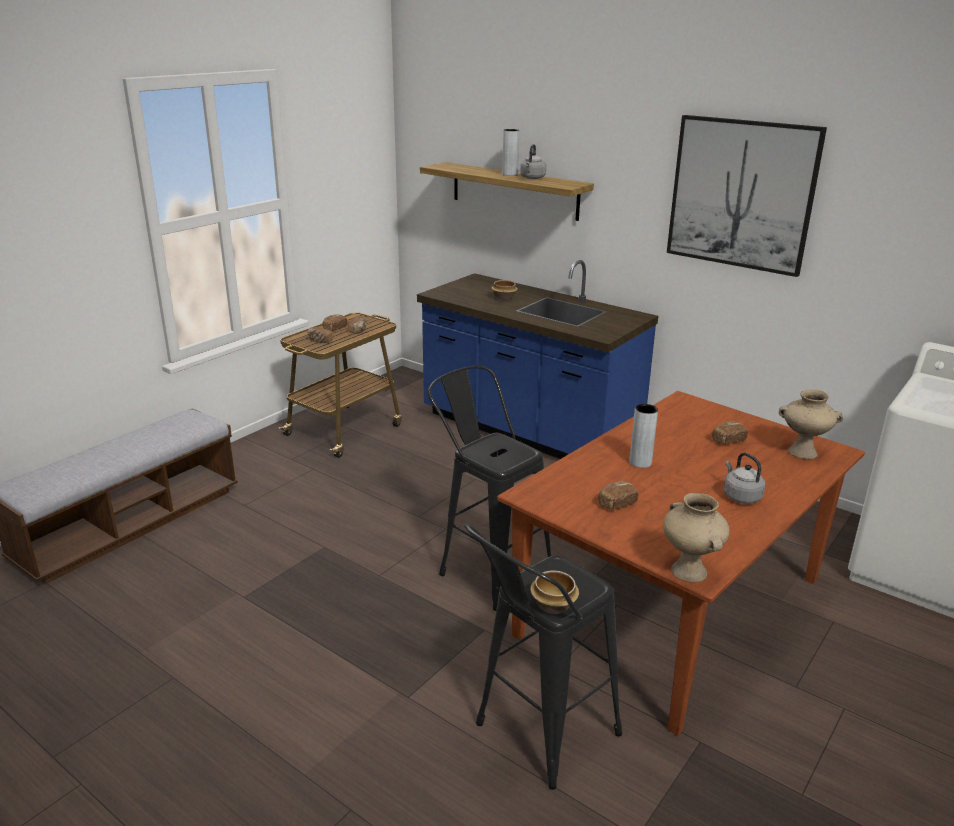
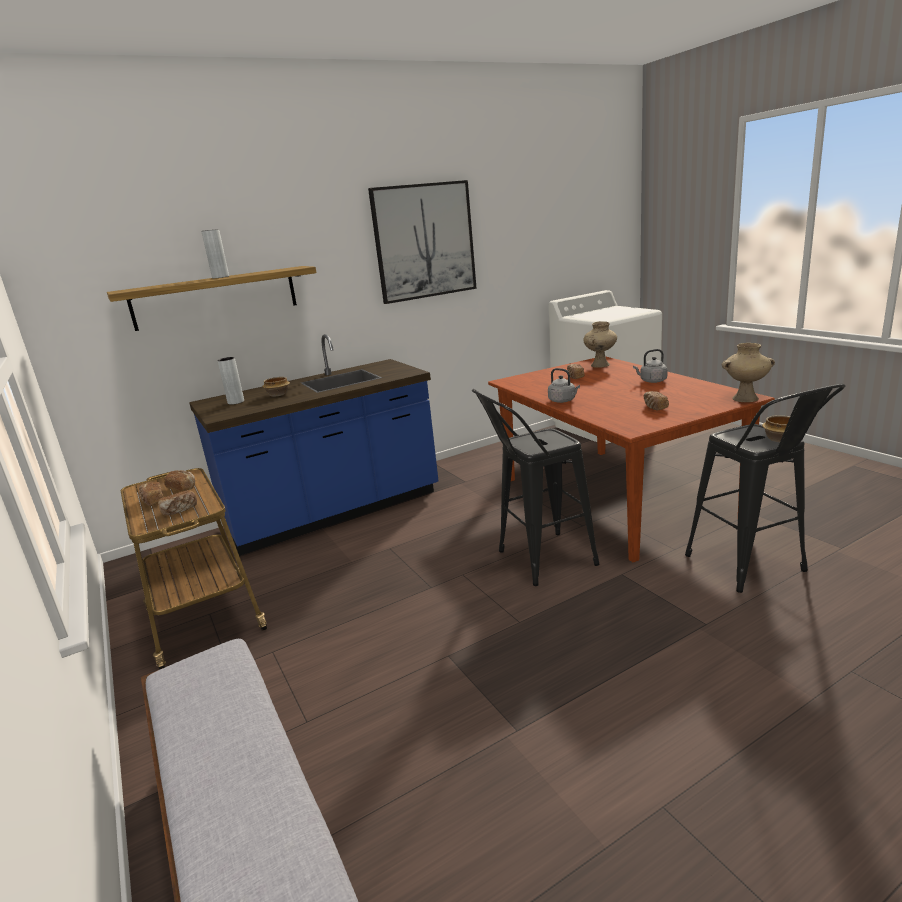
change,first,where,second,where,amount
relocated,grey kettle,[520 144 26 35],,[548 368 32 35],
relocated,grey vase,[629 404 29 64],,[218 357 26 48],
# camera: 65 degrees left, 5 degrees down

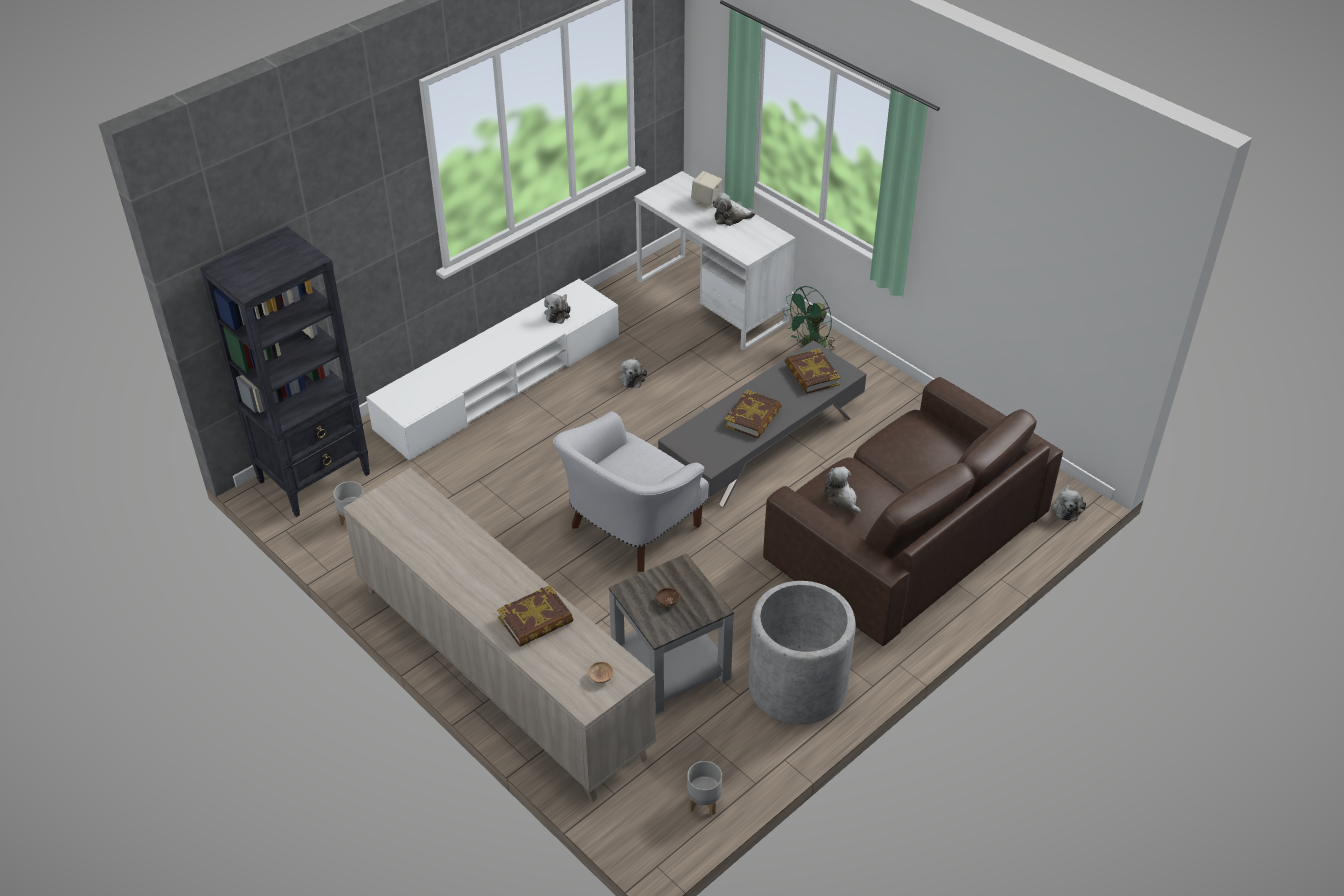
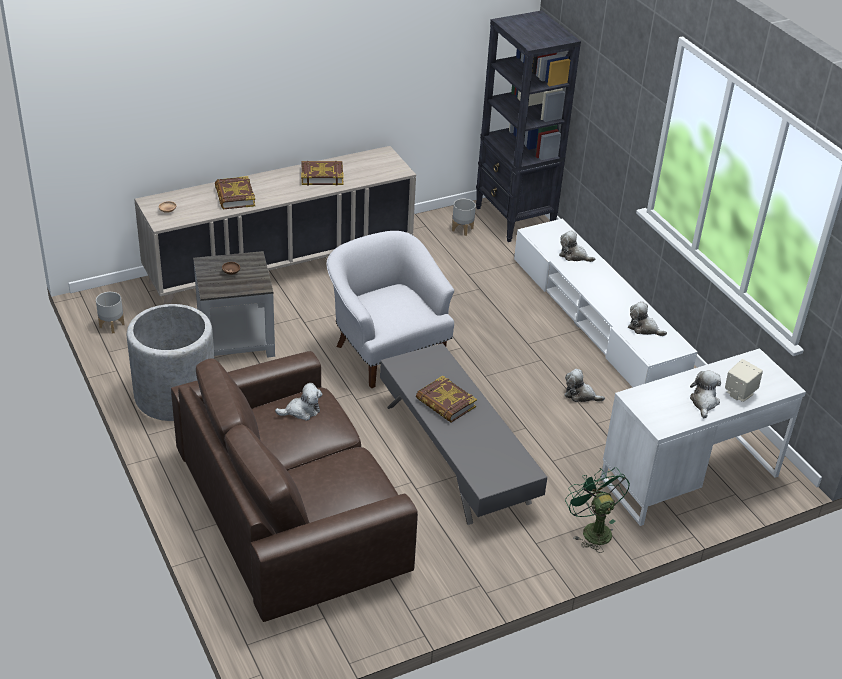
change,first,where,second,where,amount
relocated,book,[785 349 55 45],,[301 161 43 24],
relocated,plush toy,[1052 485 34 36],,[559 230 36 32],
# camera: 105 degrees right, 5 degrees down

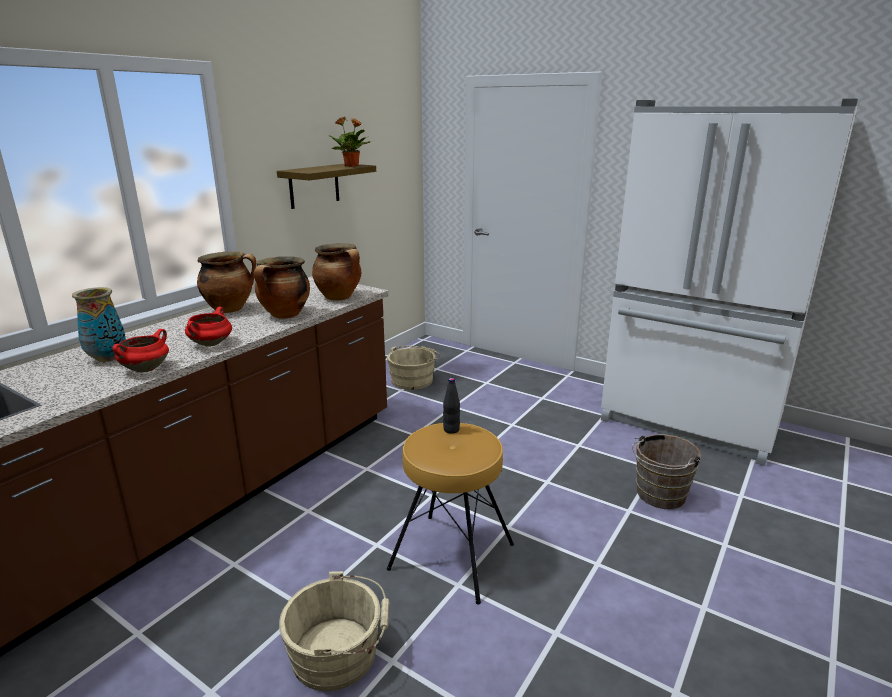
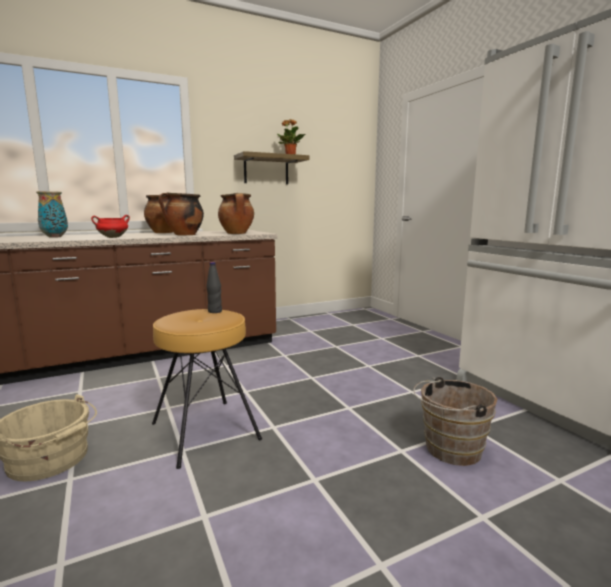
change,first,where,second,where,amount
missing,red cooking pot,[112 329 57 43],,,
missing,beige bucket,[387 345 54 45],,,
# camera: 30 degrees right, 10 degrees down

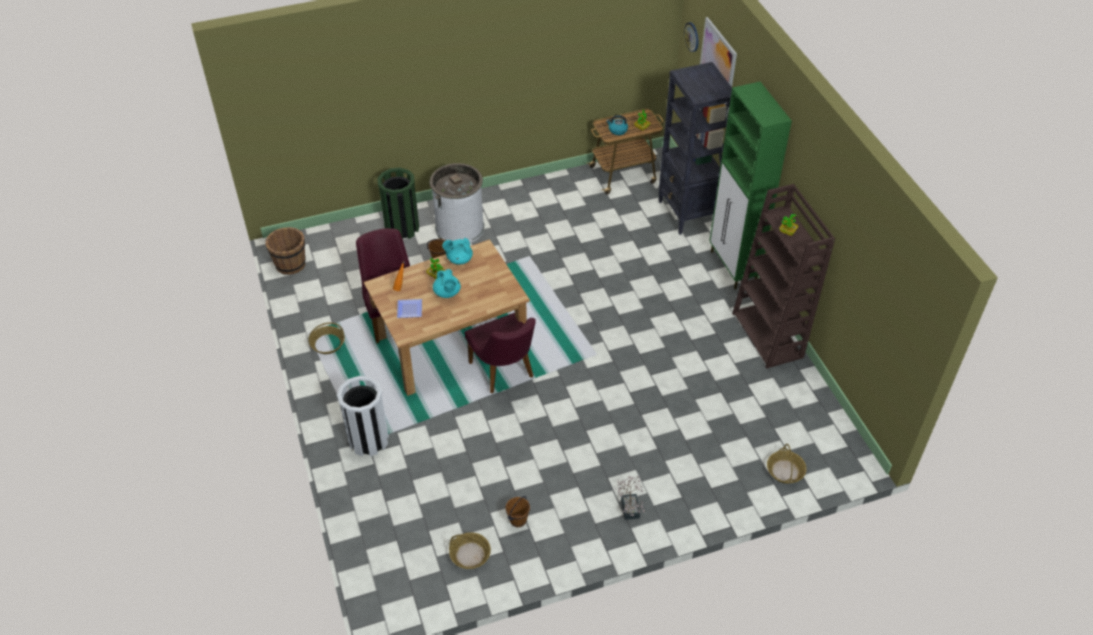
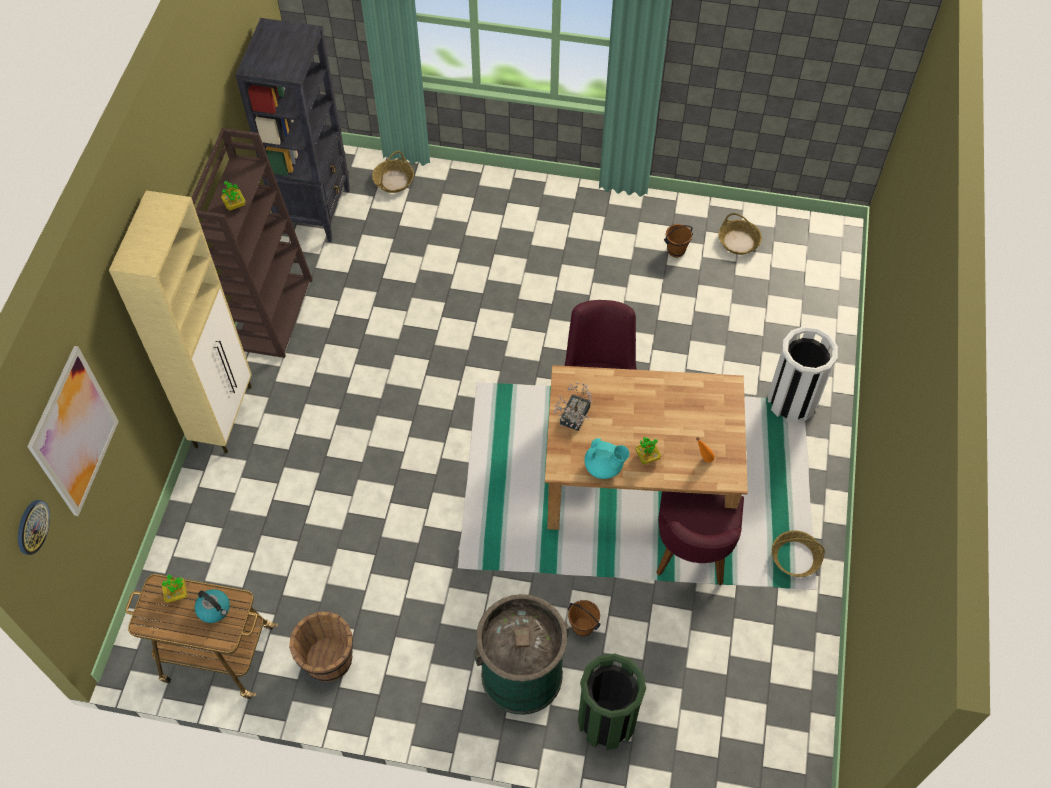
change,first,where,second,where,amount
missing,plate,[397 299 25 19],,,
missing,turquoise teapot,[433 269 28 29],,,
relocated,brown bucket,[265 227 41 48],,[289 612 64 70],
relocated,potted plant,[615 476 30 44],,[554 382 38 49],
relocated,black bookcase,[658 62 74 173],,[235 18 115 224],
colour,white trash can,[430 163 54 80],green trash can,[474 594 95 121],
colour,green cabinet,[709 82 83 207],beige cabinet,[109 190 143 263],
# camera: 150 degrees left, 10 degrees up

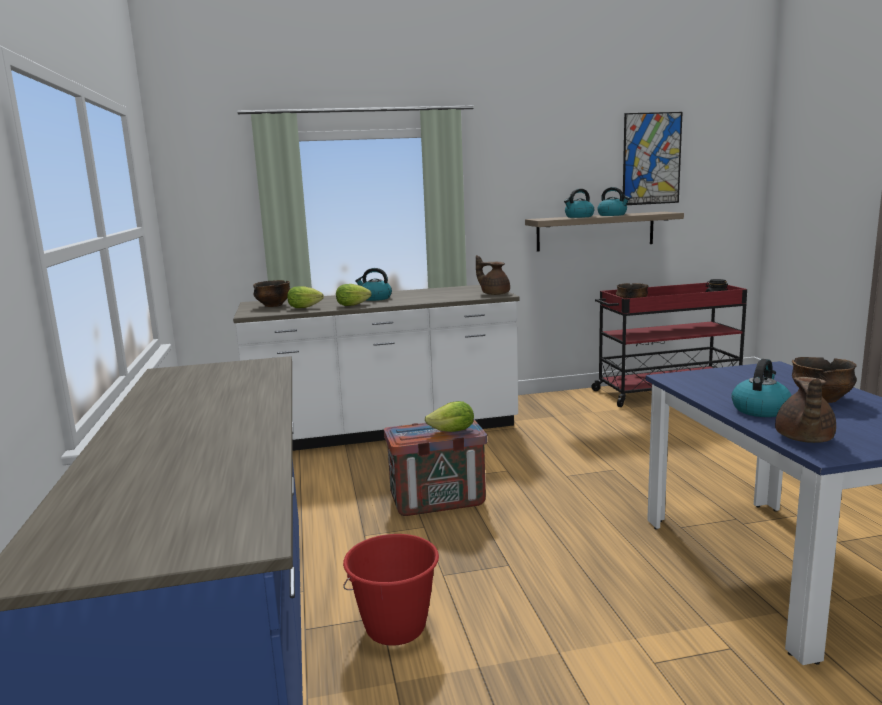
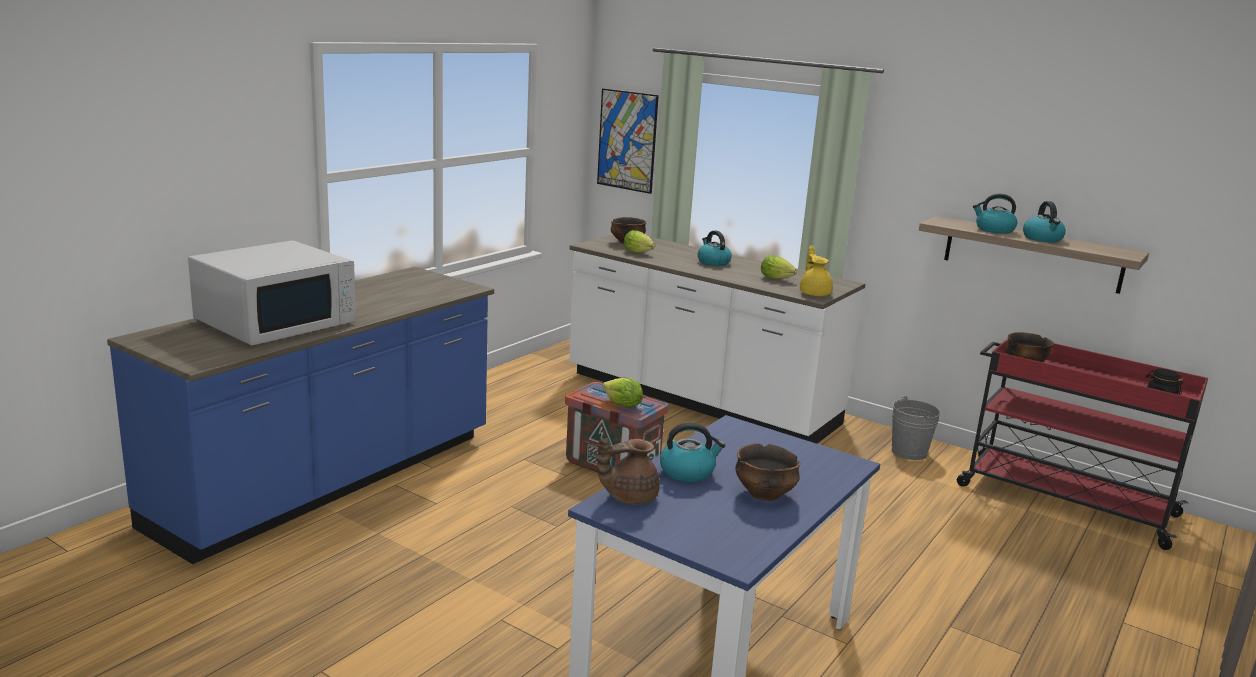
change,first,where,second,where,amount
missing,red bucket,[343 534 96 112],,,
appeared,,,white microwave,[188 240 168 105],
appeared,,,grey bucket,[892 396 49 64],
relocated,lettuce,[336 284 36 22],,[761 255 36 24],
relocated,picture,[623 112 60 93],,[597 88 62 106],
colour,brown teapot,[476 255 34 40],yellow teapot,[800 245 33 52],
# camera: 45 degrees right, 5 degrees up

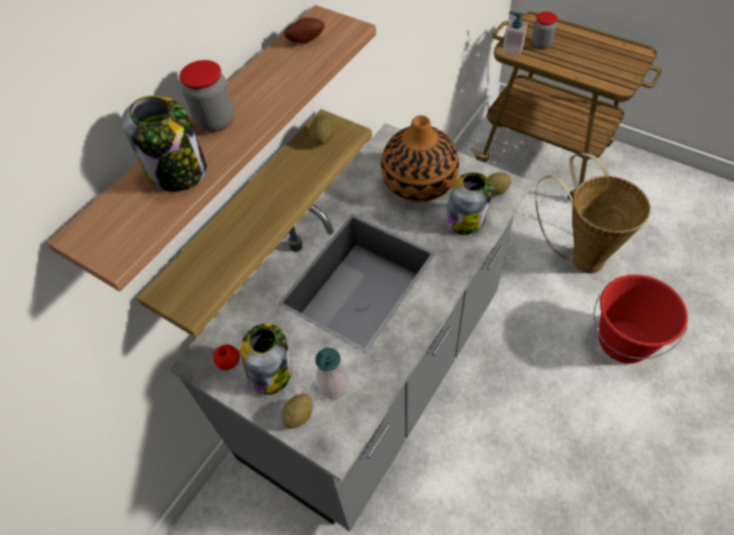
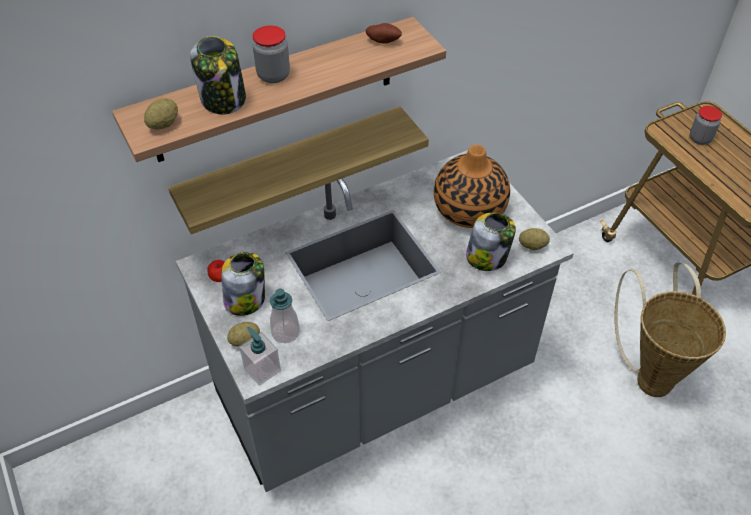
change,first,where,second,where,amount
missing,red bucket,[594 274 94 90],,,
relocated,potato,[310 115 25 29],,[144 98 34 32],
relocated,soap dispenser,[502 11 26 45],,[239 326 42 60],
# camera: 25 degrees right, 5 degrees down

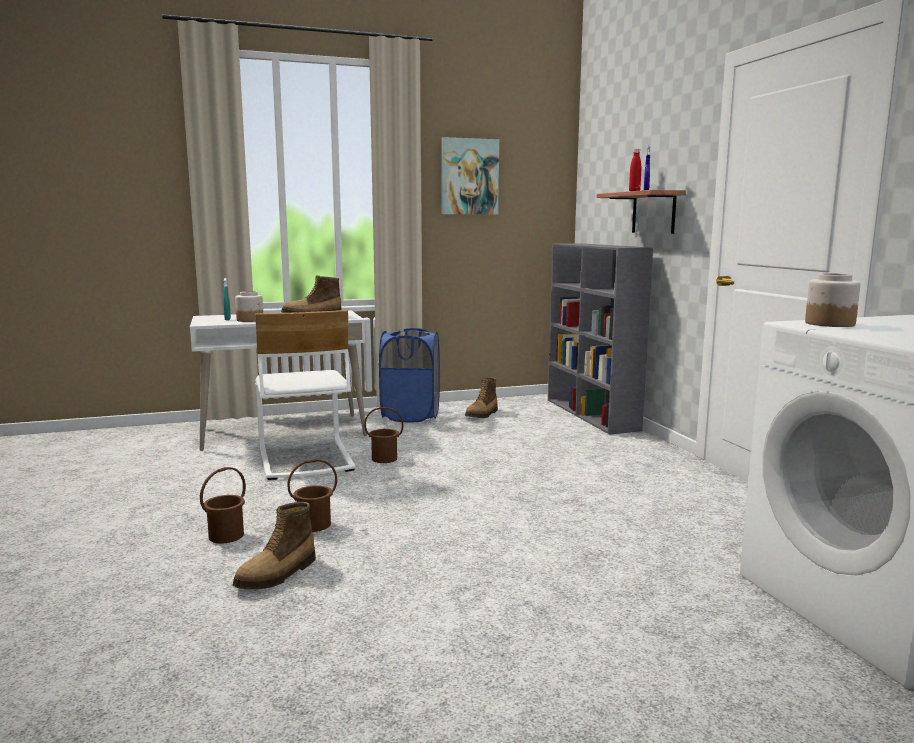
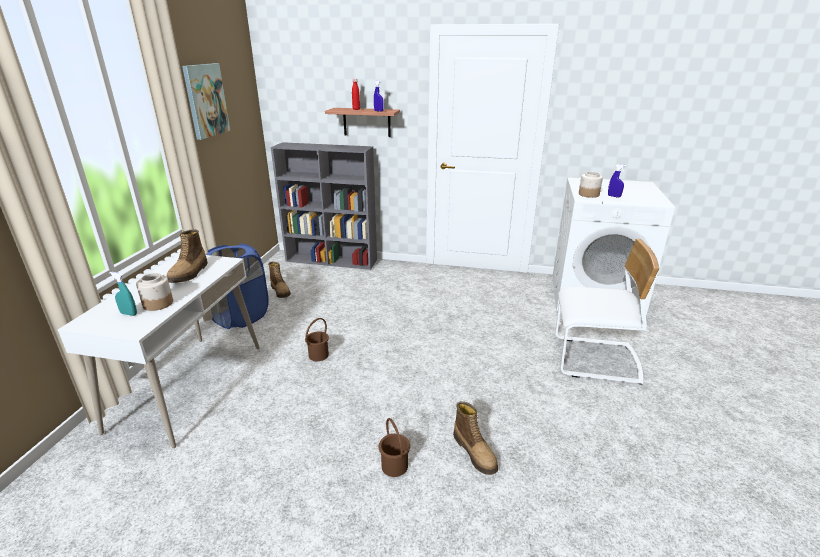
change,first,where,second,where,amount
missing,brown bucket,[287 459 50 73],,,
appeared,,,blue spray bottle,[608 164 18 33],
relocated,white chair,[255 310 100 170],,[555 239 104 146],
# camera: 60 degrees left, 15 degrees up

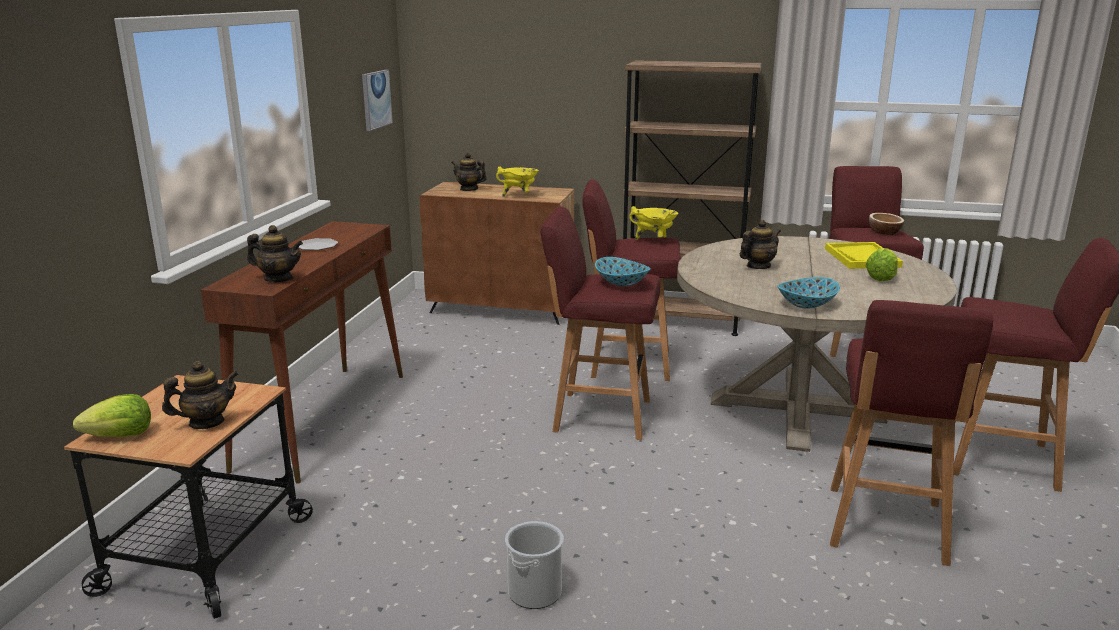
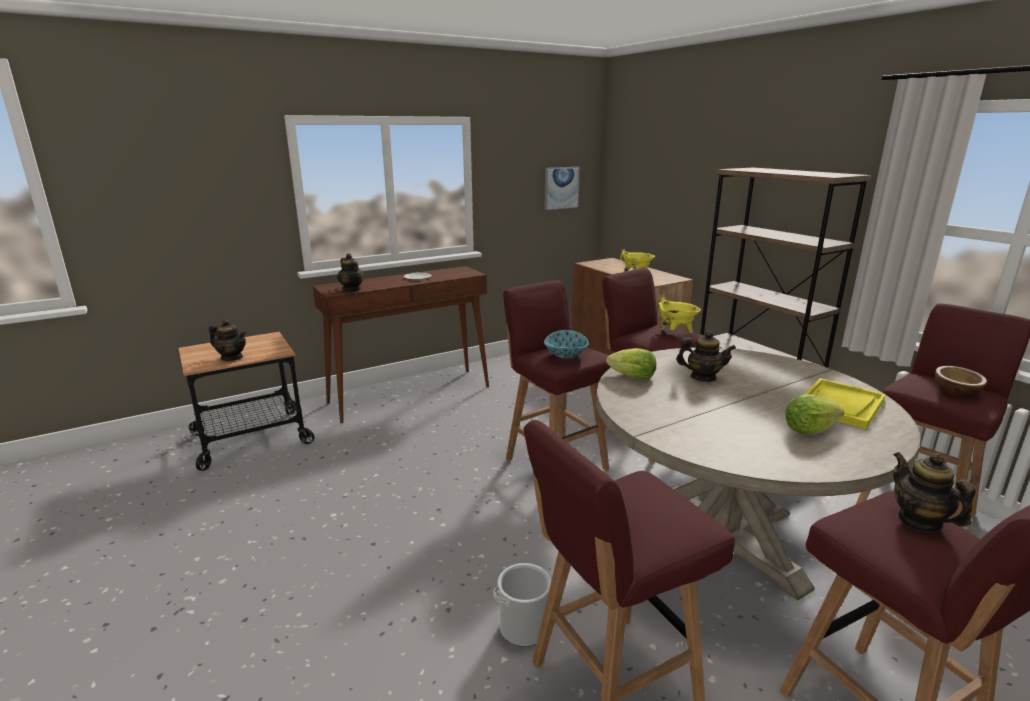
change,first,where,second,where,amount
missing,bowl,[777 277 63 32],,,
relocated,lettuce,[73 394 78 43],,[606 348 50 32],
relocated,teapot,[451 153 36 38],,[893 452 83 80],
relocated,bucket,[505 521 59 88],,[494 563 58 84],
# camera: 45 degrees right, 0 degrees up

